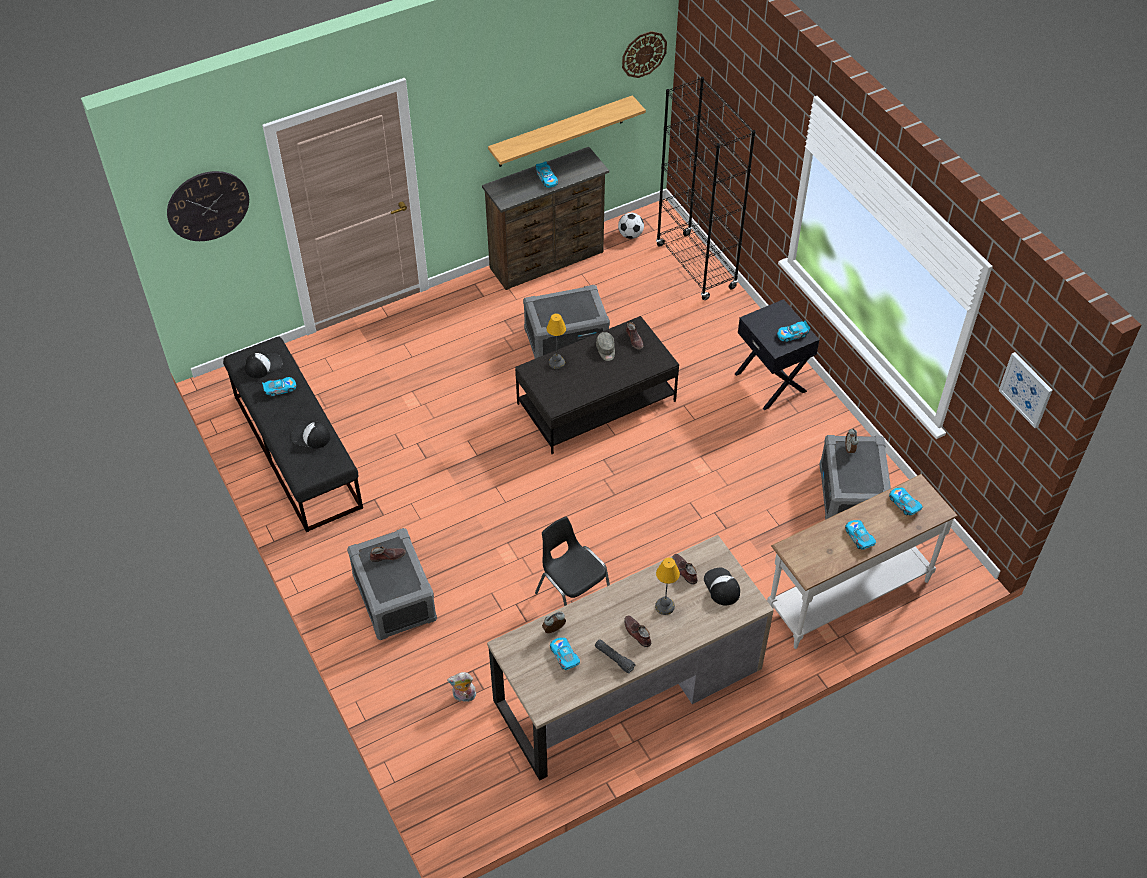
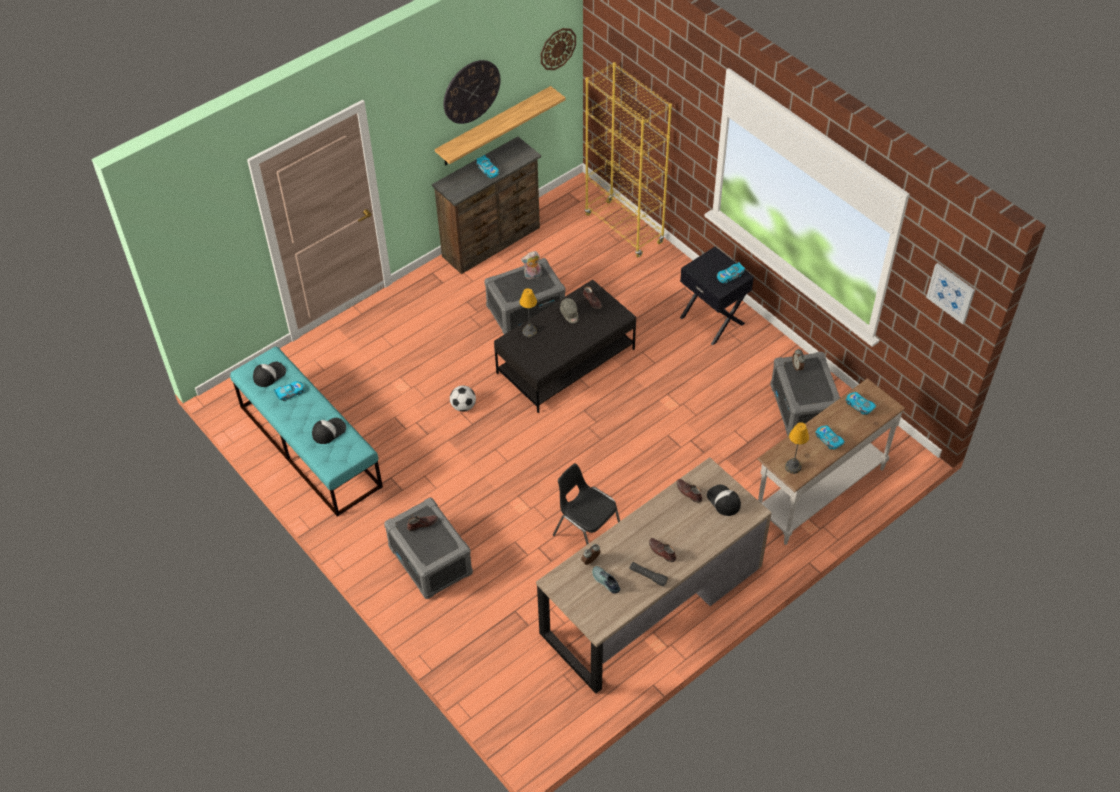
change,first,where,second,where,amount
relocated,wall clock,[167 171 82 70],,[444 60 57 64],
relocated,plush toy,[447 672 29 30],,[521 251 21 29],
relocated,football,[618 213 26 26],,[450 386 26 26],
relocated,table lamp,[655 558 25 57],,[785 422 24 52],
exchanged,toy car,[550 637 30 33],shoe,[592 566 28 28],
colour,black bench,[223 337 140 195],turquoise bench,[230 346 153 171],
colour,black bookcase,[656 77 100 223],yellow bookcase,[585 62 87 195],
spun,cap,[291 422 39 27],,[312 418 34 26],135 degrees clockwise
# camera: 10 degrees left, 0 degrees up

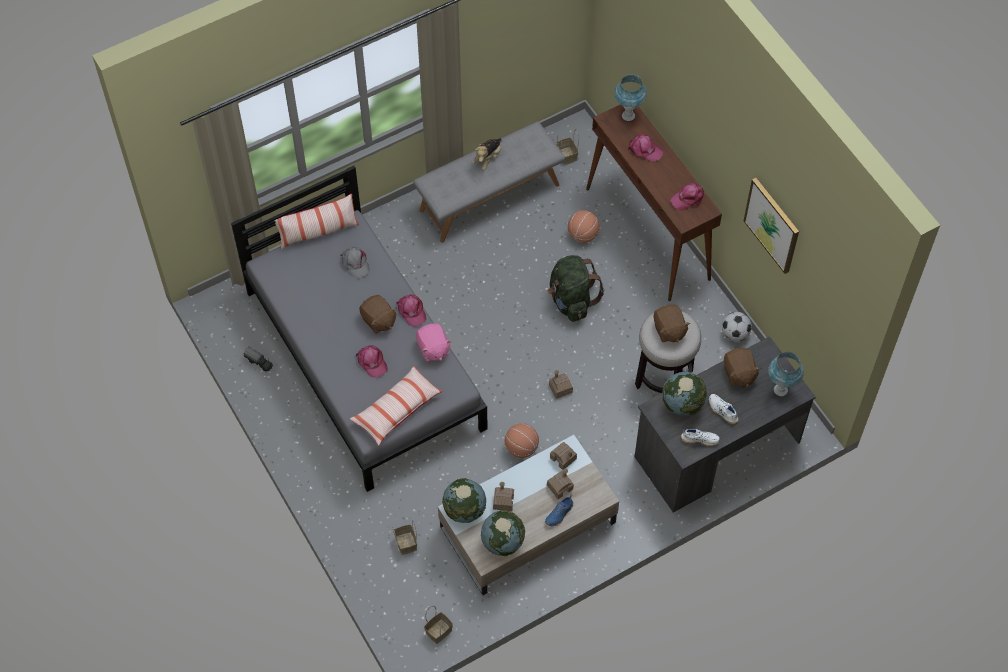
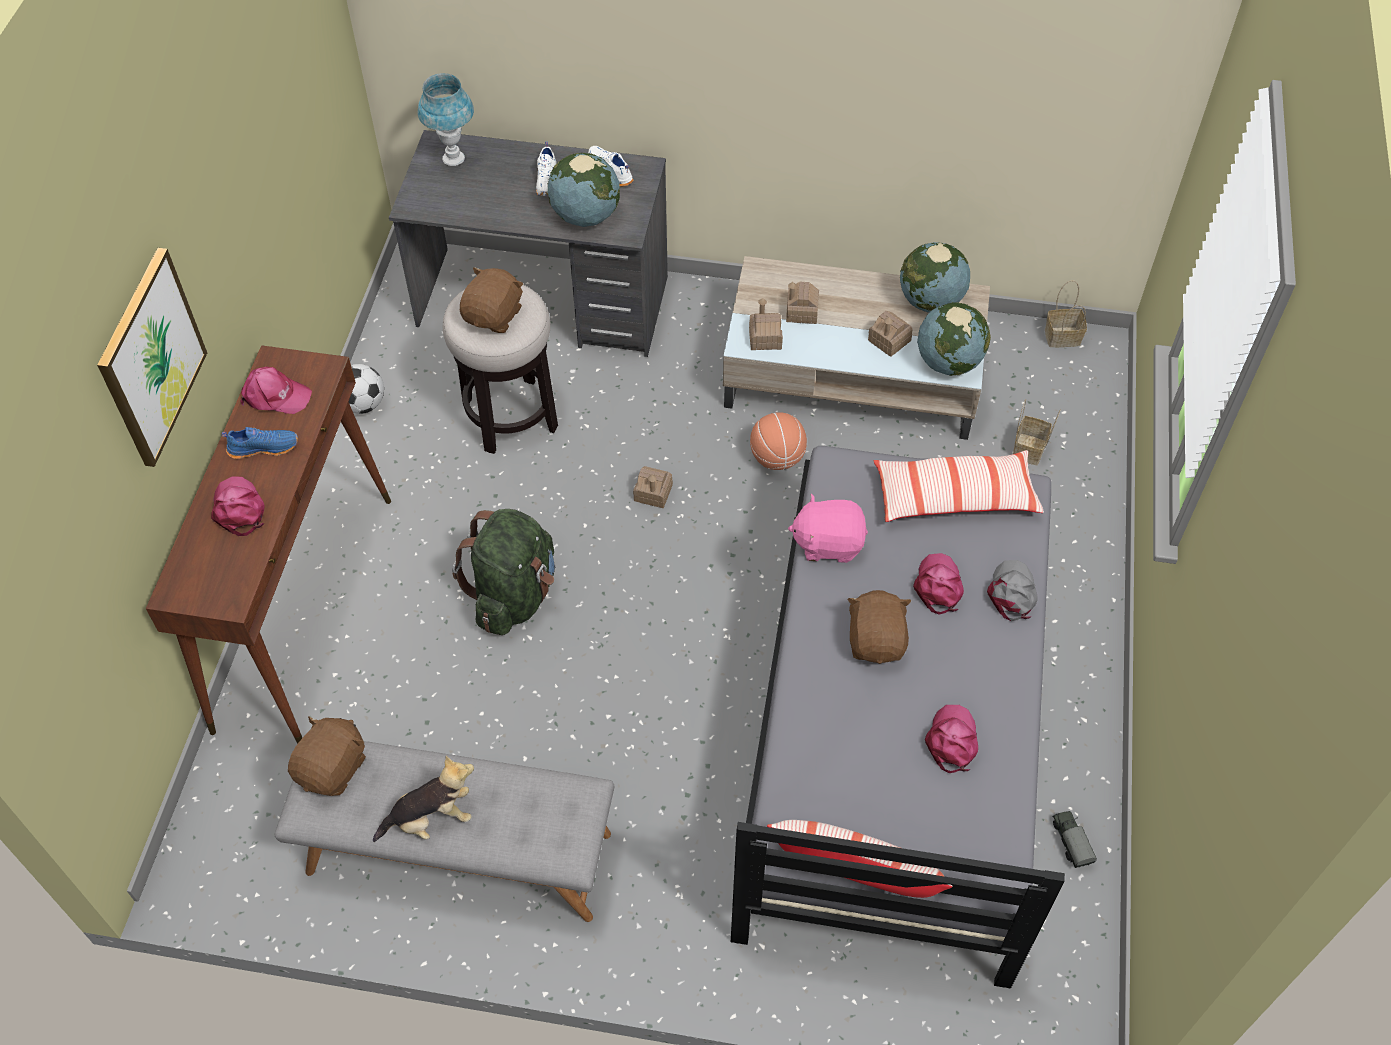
change,first,where,second,where,amount
missing,basket,[556 129 23 36],,,
missing,basketball,[568 210 32 33],,,
missing,blue table lamp,[614 74 33 47],,,
relocated,grey cap,[340 247 30 31],,[987 560 51 61],
relocated,pink cap,[396 294 30 33],,[925 705 53 68],
relocated,blue shoe,[545 495 29 32],,[221 427 77 32],
relocated,brown plush toy,[724 348 37 39],,[288 716 78 80],
relocated,picture,[744 178 55 96],,[97 248 110 219],
spun,pink plush toy,[416 323 36 38],,[788 493 80 70],105 degrees counterclockwise
# camera: 140 degrees left, 5 degrees down

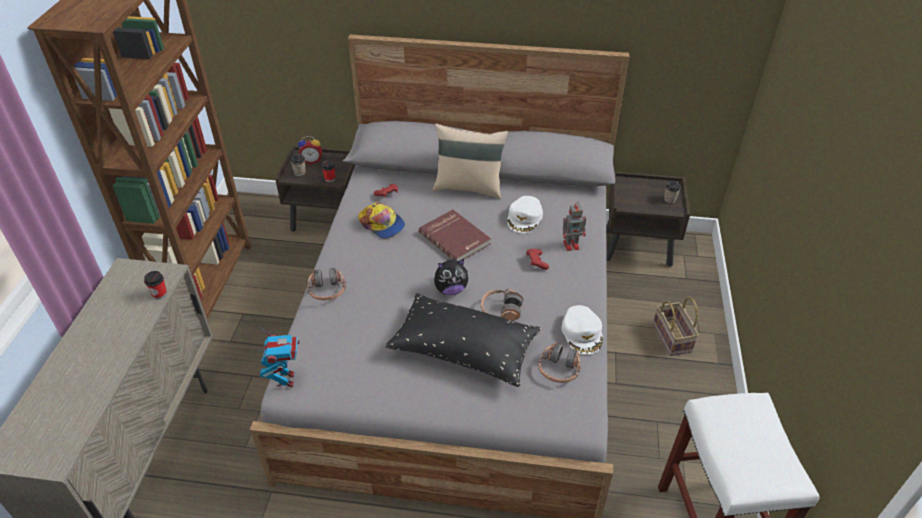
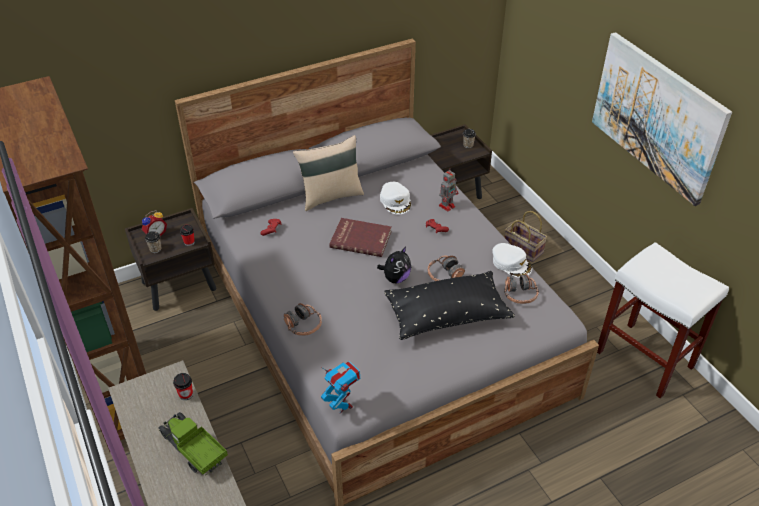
change,first,where,second,where,amount
missing,cap,[358 201 47 38],,,
appeared,,,toy truck,[158 412 70 64],
appeared,,,picture,[592 32 140 174],
# camera: 35 degrees left, 0 degrees up

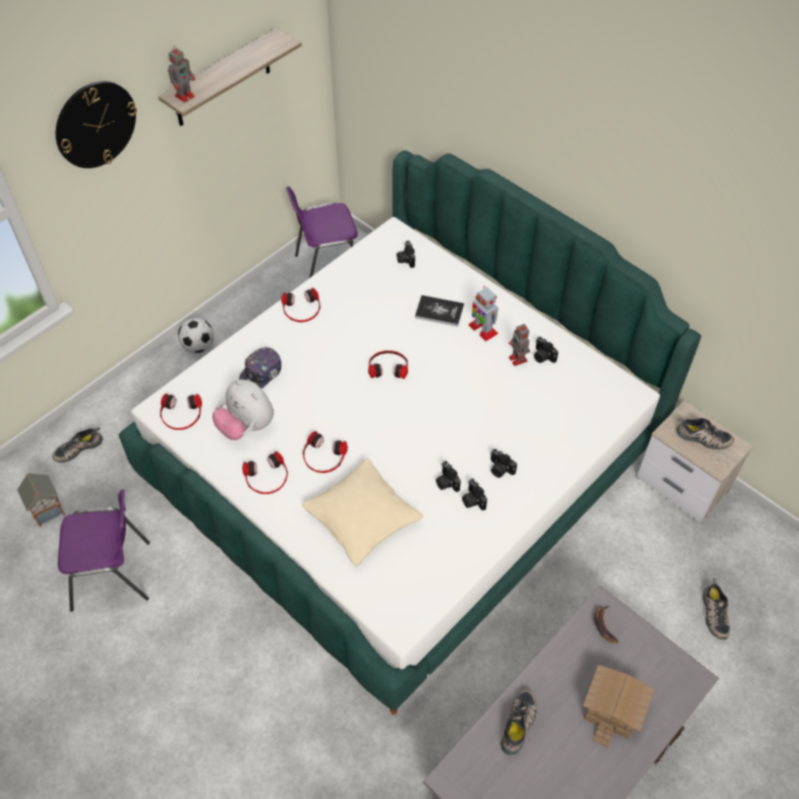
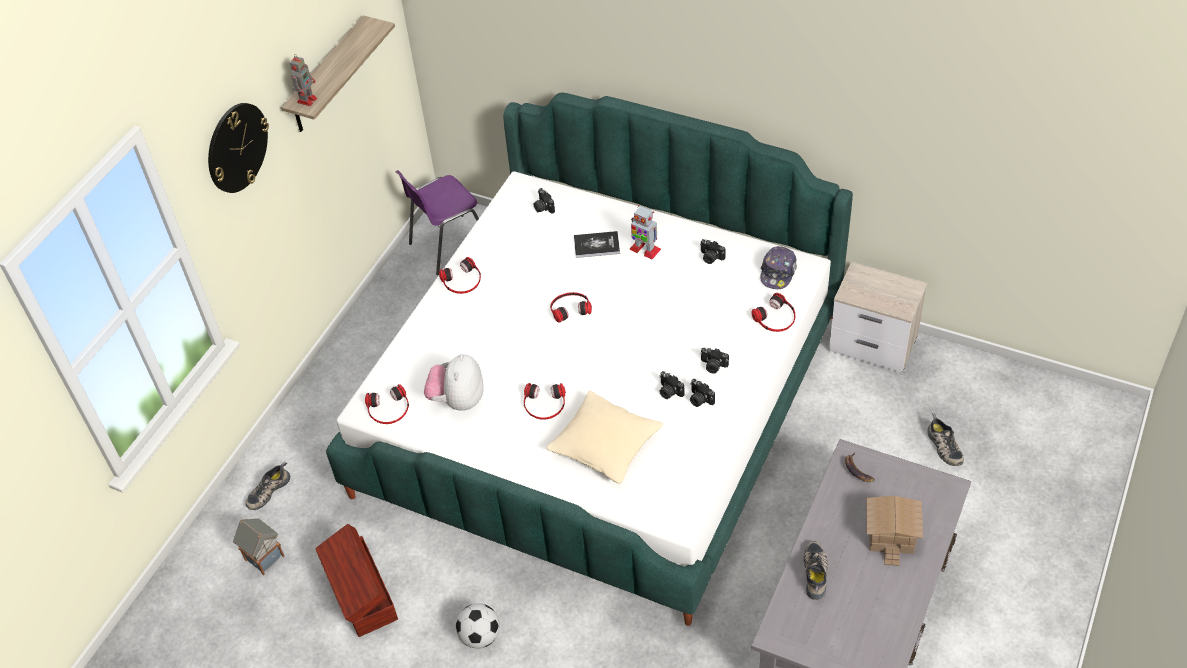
change,first,where,second,where,amount
missing,toy robot,[509 324 21 42],,,
missing,shoe,[676 417 58 33],,,
relocated,football,[178 318 36 35],,[456 603 44 45],
relocated,cap,[239 347 42 42],,[760 246 37 43],
relocated,headphones,[242 451 46 43],,[751 293 44 39],
exchanged,purple chair,[58 490 92 122],brown storage box,[315 524 83 113],
spun,plush toy,[212 379 62 61],,[424 354 59 57],75 degrees clockwise
# camera: 15 degrees left, 5 degrees down

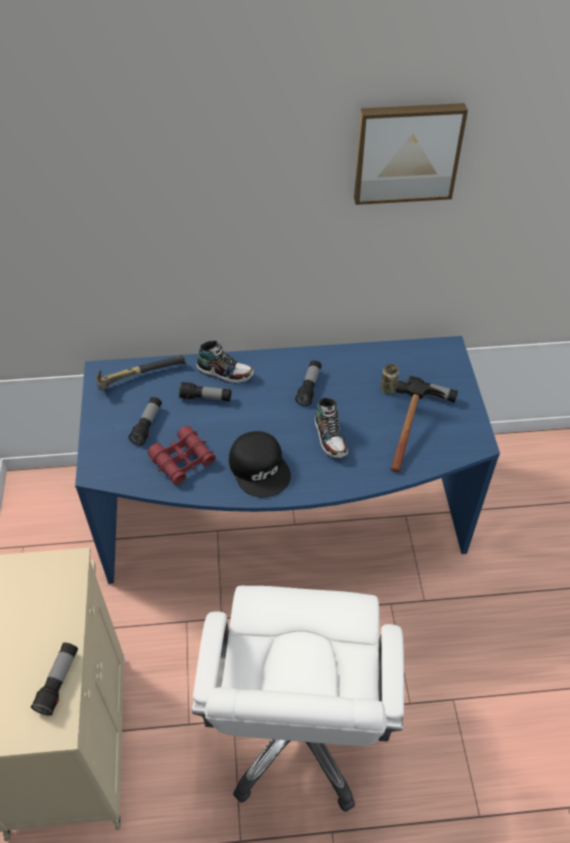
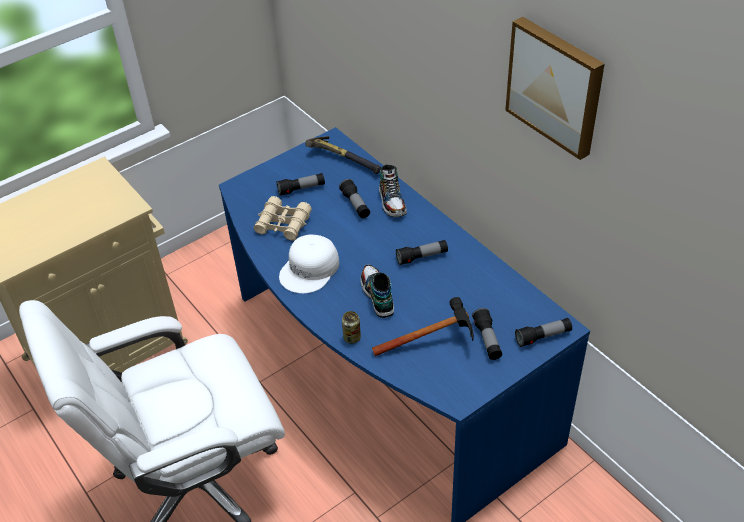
change,first,where,second,where,amount
relocated,flashlight,[31 643 47 73],,[515 318 57 29],
relocated,can,[381 364 18 30],,[342 311 19 33],
colour,red binoculars,[148 425 68 60],beige binoculars,[254 196 58 45],
colour,black cap,[229 431 62 66],white cap,[279 235 60 58],
spun,shoe,[315 398 33 61],,[360 264 34 54],120 degrees clockwise
# camera: 60 degrees right, 5 degrees down

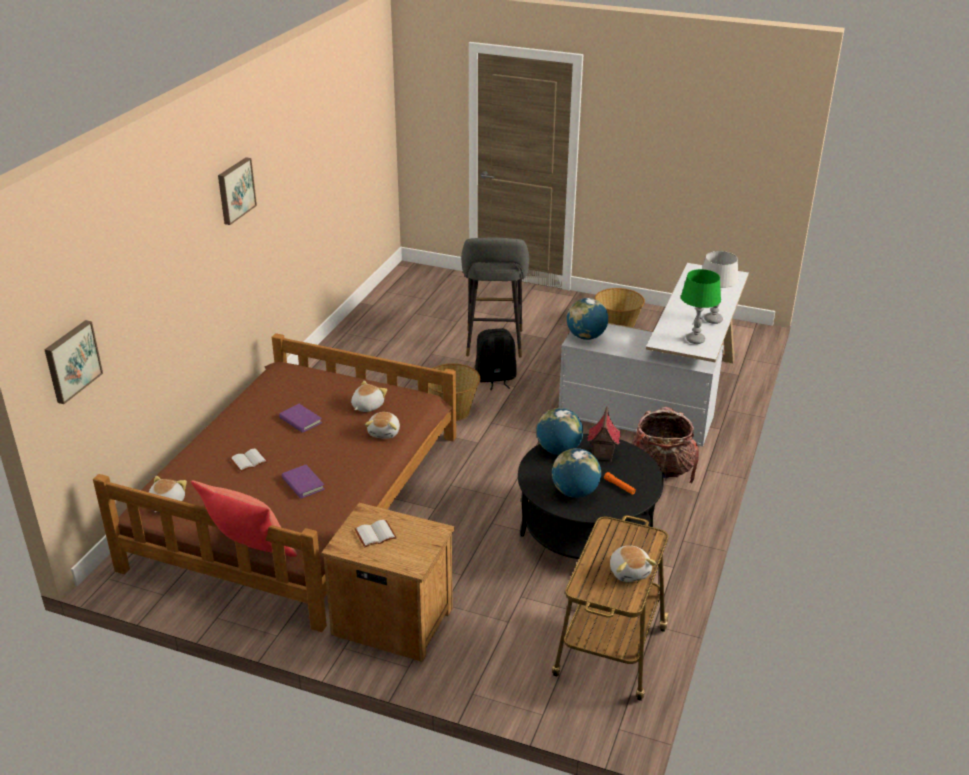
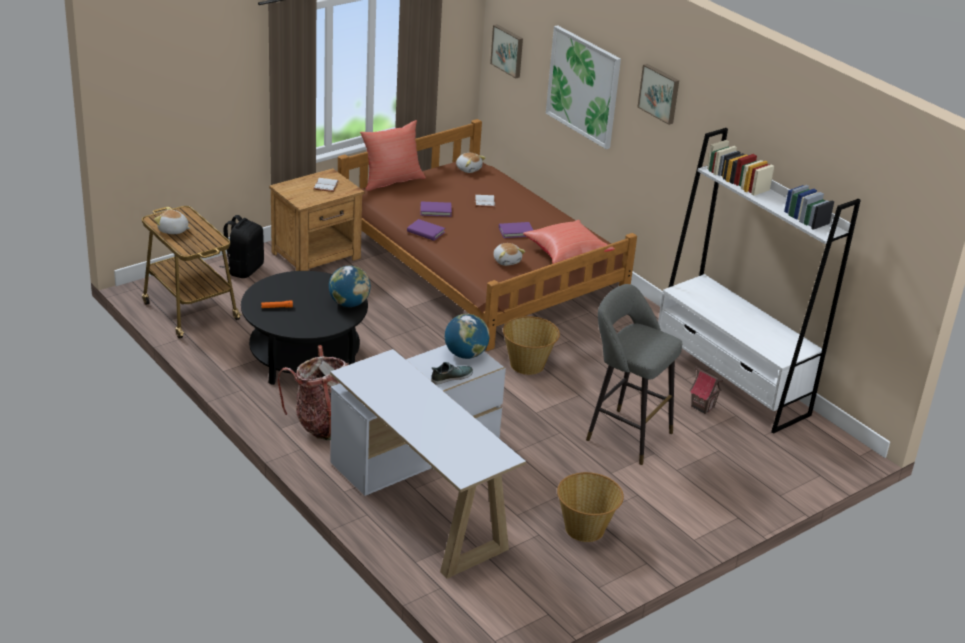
change,first,where,second,where,amount
missing,plush toy,[365 412 35 27],,,
missing,globe,[552 448 49 50],,,
missing,green table lamp,[681 269 40 75],,,
missing,grey table lamp,[702 251 37 73],,,
appeared,,,purple book,[407 219 38 22],
appeared,,,shoe,[431 362 42 22],
appeared,,,red pillow,[523 220 92 44],
appeared,,,picture,[546 25 75 124],
appeared,,,white bookcase,[658 128 203 306],
relocated,black backpack,[475 328 42 62],,[220 215 44 63],
relocated,toy house,[587 406 34 55],,[689 366 34 48],
# camera: 120 degrees right, 0 degrees up

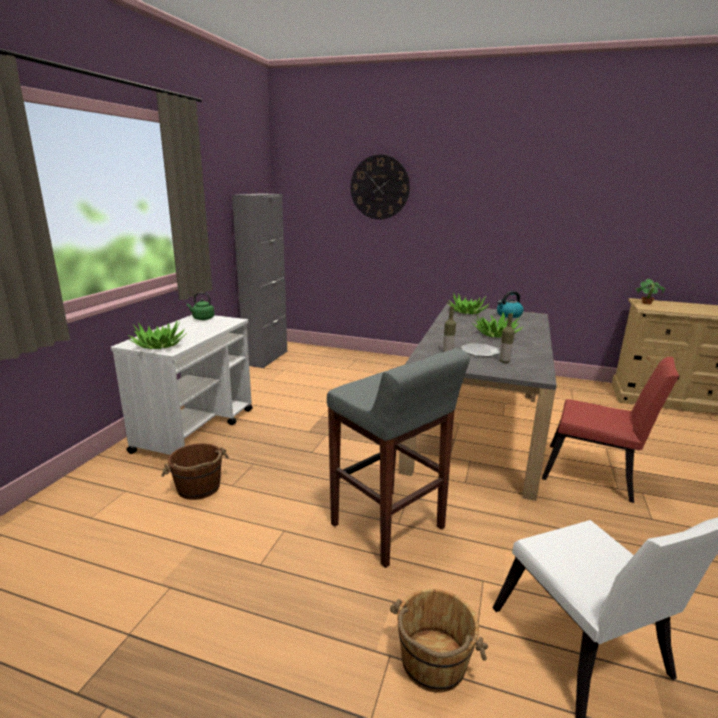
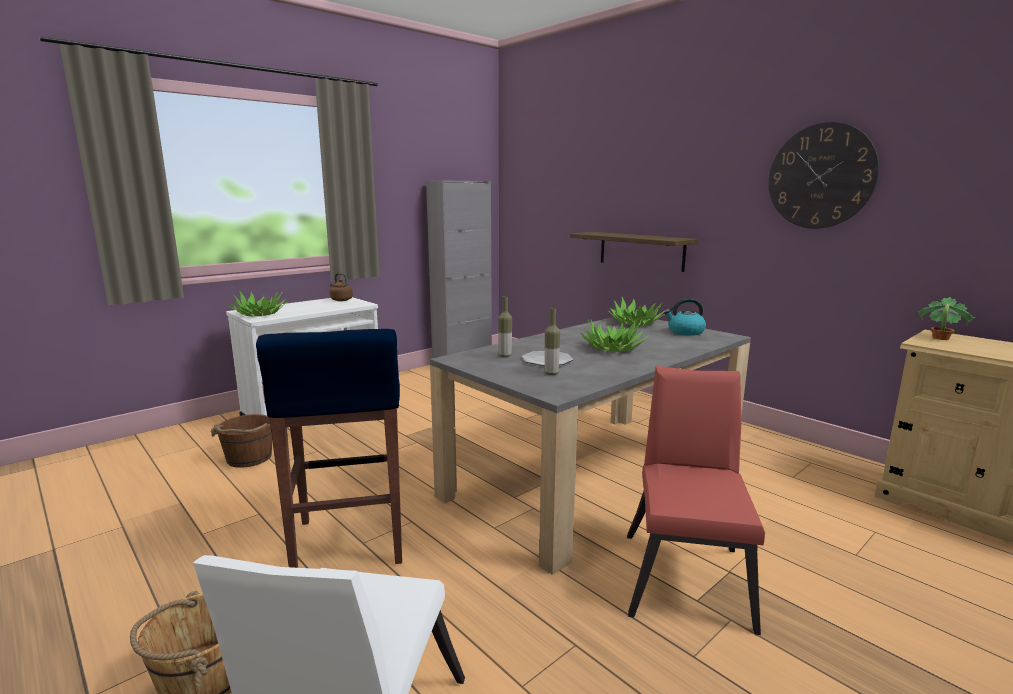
change,first,where,second,where,amount
appeared,,,shelf,[570 232 129 40],
relocated,wall clock,[350 154 60 66],,[768 122 111 107],
colour,green kettle,[187 293 28 27],brown kettle,[330 273 23 28],
colour,grey stool,[327 349 143 219],blue stool,[256 329 146 239],
spun,red chair,[542 357 137 146],,[627 366 138 269],135 degrees counterclockwise
# camera: 30 degrees right, 5 degrees down

